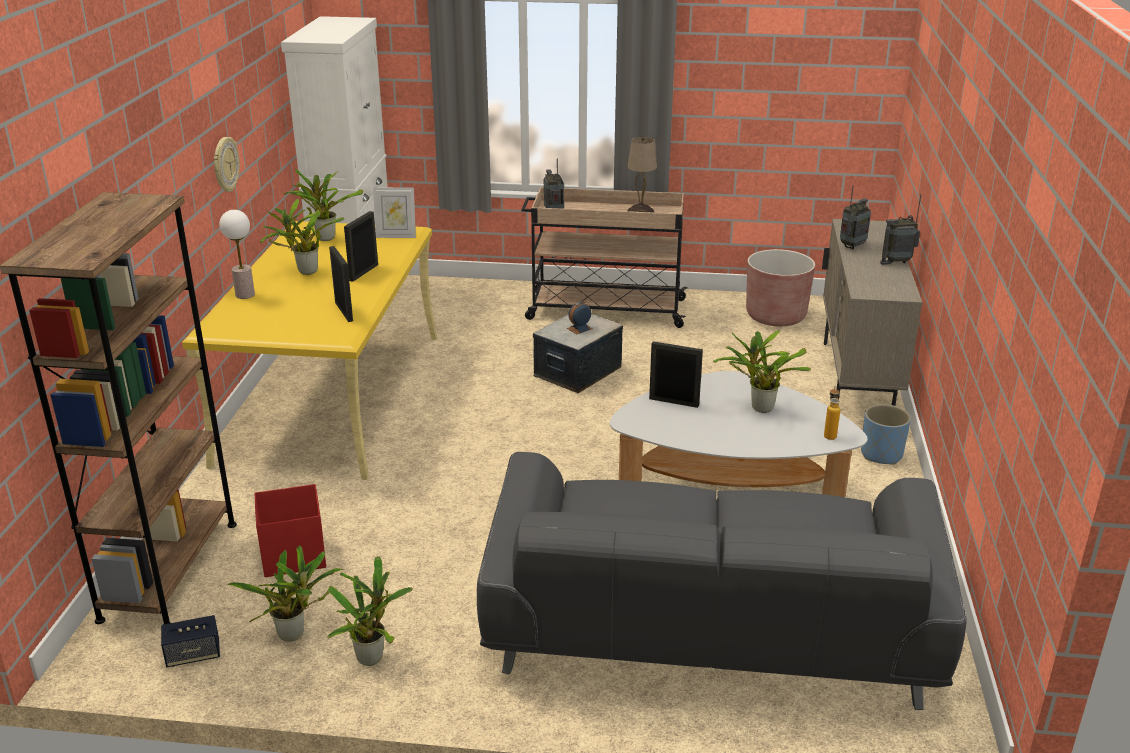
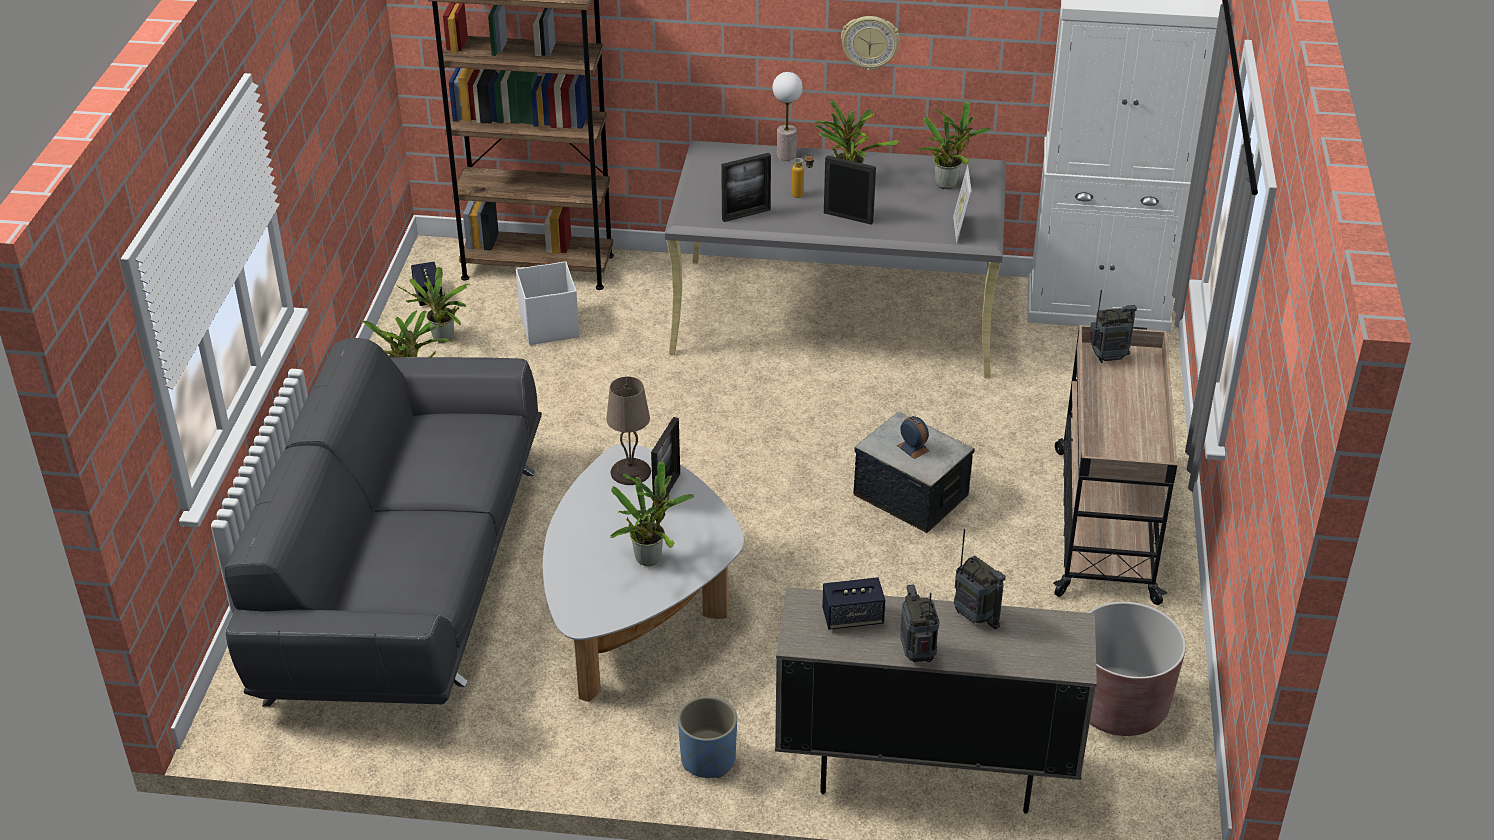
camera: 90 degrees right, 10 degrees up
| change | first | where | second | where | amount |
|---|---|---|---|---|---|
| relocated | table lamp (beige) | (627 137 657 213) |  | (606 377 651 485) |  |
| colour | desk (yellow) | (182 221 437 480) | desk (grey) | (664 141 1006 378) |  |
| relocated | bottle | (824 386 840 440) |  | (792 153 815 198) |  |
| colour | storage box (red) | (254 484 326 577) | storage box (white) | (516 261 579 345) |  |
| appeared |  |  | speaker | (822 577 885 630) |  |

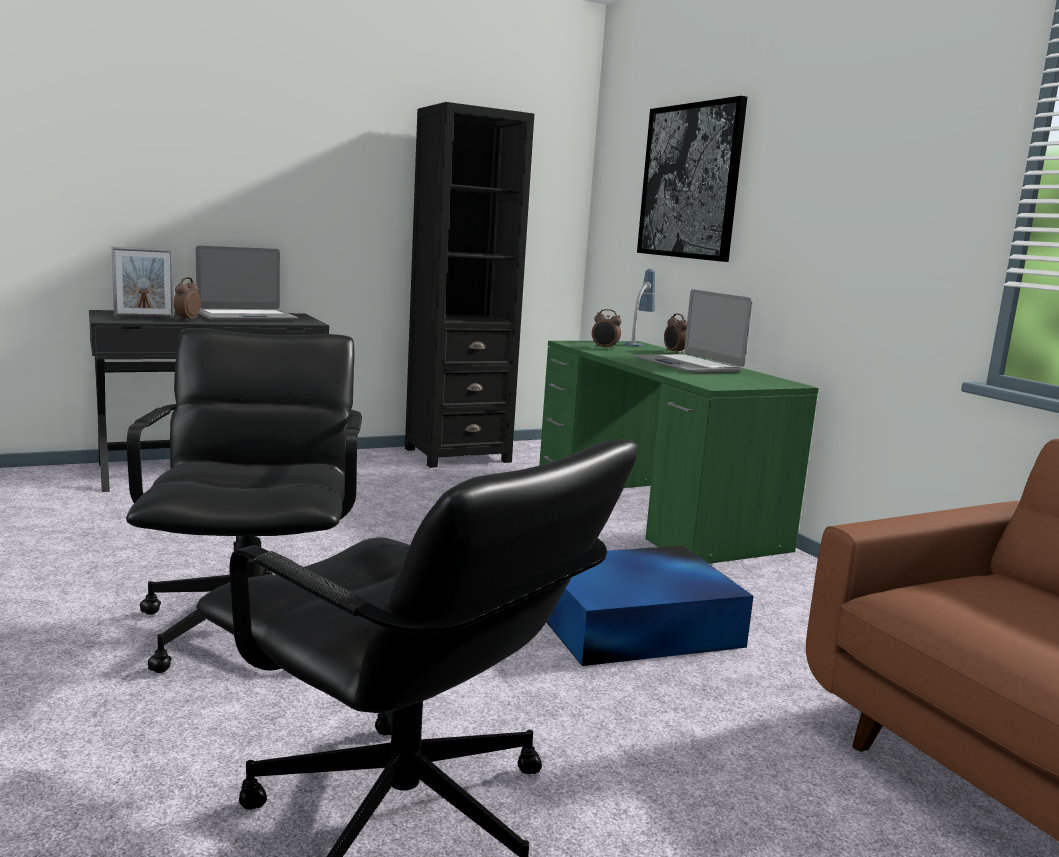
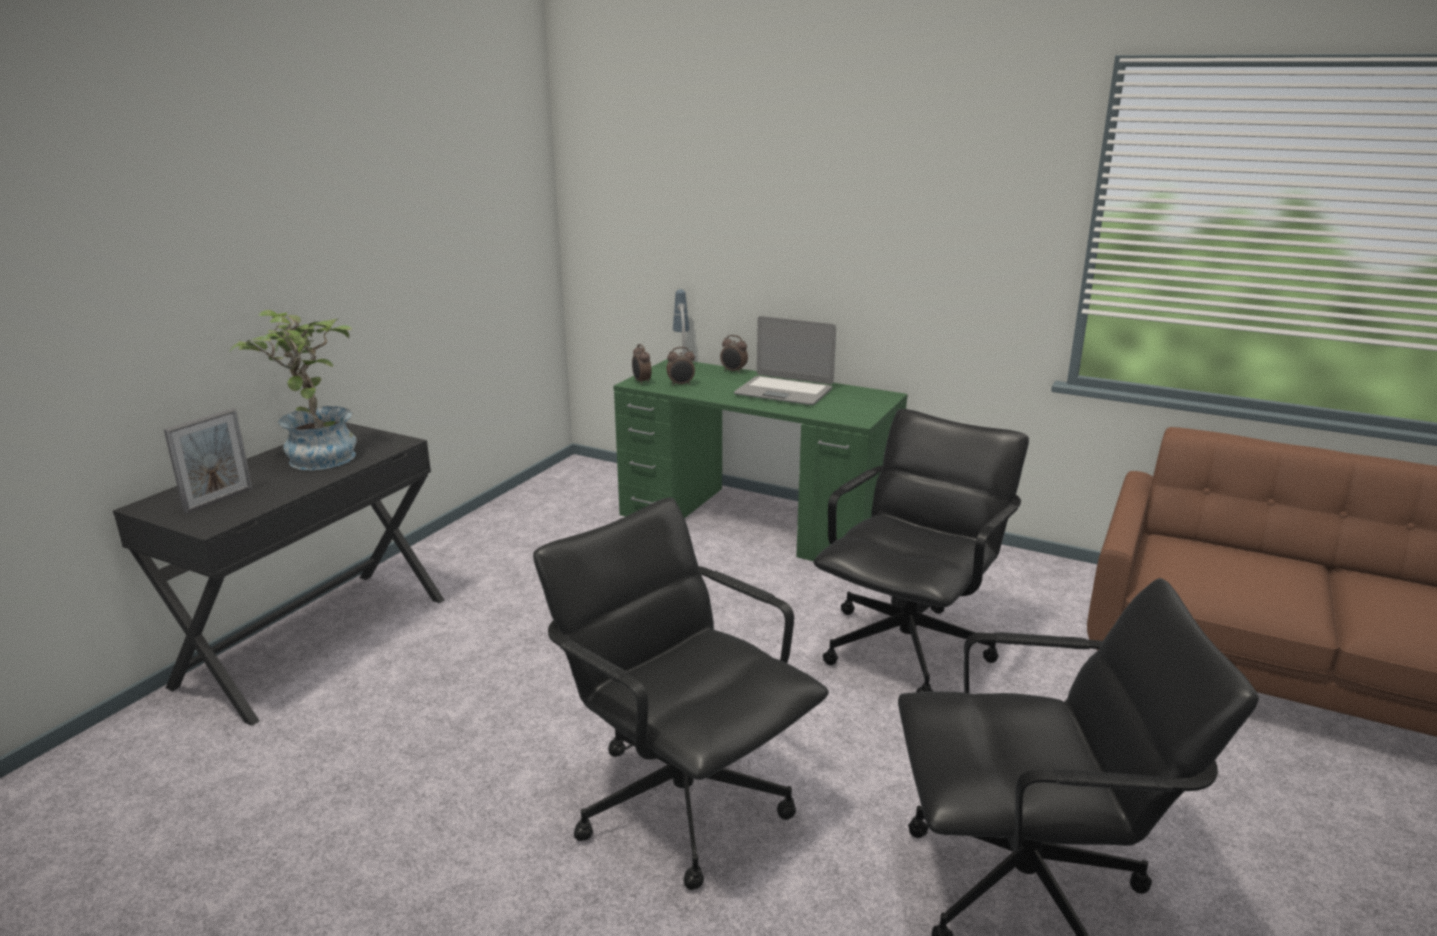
camera: 35 degrees left, 10 degrees up
| change | first | where | second | where | amount |
|---|---|---|---|---|---|
| missing | picture | (637 96 747 262) |  |  |  |
| missing | bookcase (black) | (405 102 534 468) |  |  |  |
| exchanged | laptop | (196 246 298 320) | potted plant | (229 310 357 470) |  |
| relocated | alarm clock | (174 277 201 321) |  | (632 344 652 385) |  |
| exchanged | storage box (blue) | (546 546 754 666) | office chair (black) | (813 409 1029 692) |  |

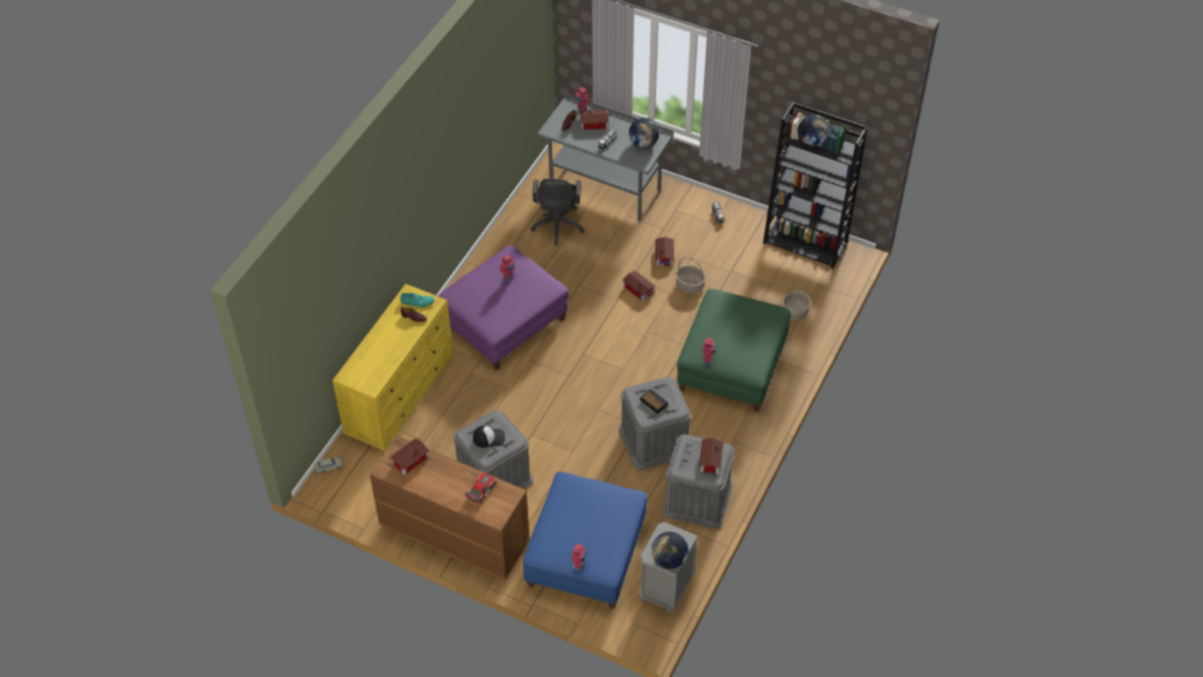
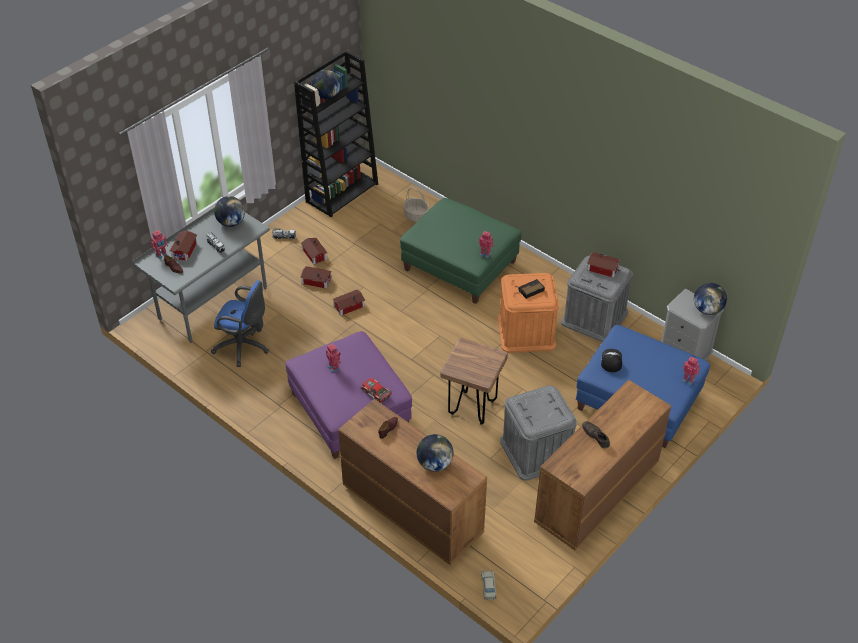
camera: 75 degrees left, 5 degrees down
| change | first | where | second | where | amount |
|---|---|---|---|---|---|
| colour | office chair (black) | (530 179 585 246) | office chair (blue) | (211 280 269 367) |  |
| missing | basket | (676 257 706 293) |  |  |  |
| colour | dresser (yellow) | (332 284 454 451) | dresser (brown) | (338 399 487 565) |  |
| missing | shoe (turquoise) | (400 293 435 307) |  |  |  |
| colour | storage box (grey) | (619 377 691 470) | storage box (orange) | (498 273 559 353) |  |
| relocated | cap | (473 426 505 448) |  | (601 349 622 372) |  |
| relocated | toy house | (390 438 429 475) |  | (301 237 327 265) |  |
| relocated | toy car | (465 473 497 503) |  | (360 378 393 403) |  |
| appeared |  |  | stool (brown) | (441 338 508 424) |  |
| appeared |  |  | shoe (brown) | (582 421 610 449) |  |
| appeared |  |  | globe | (417 434 454 472) |  |

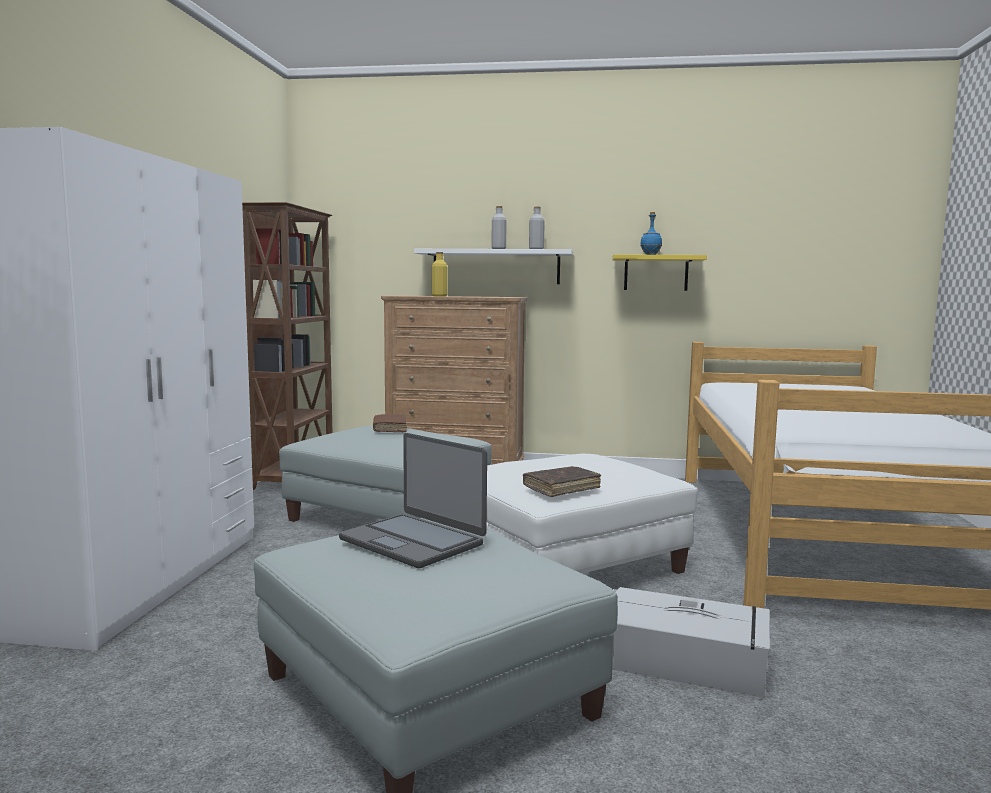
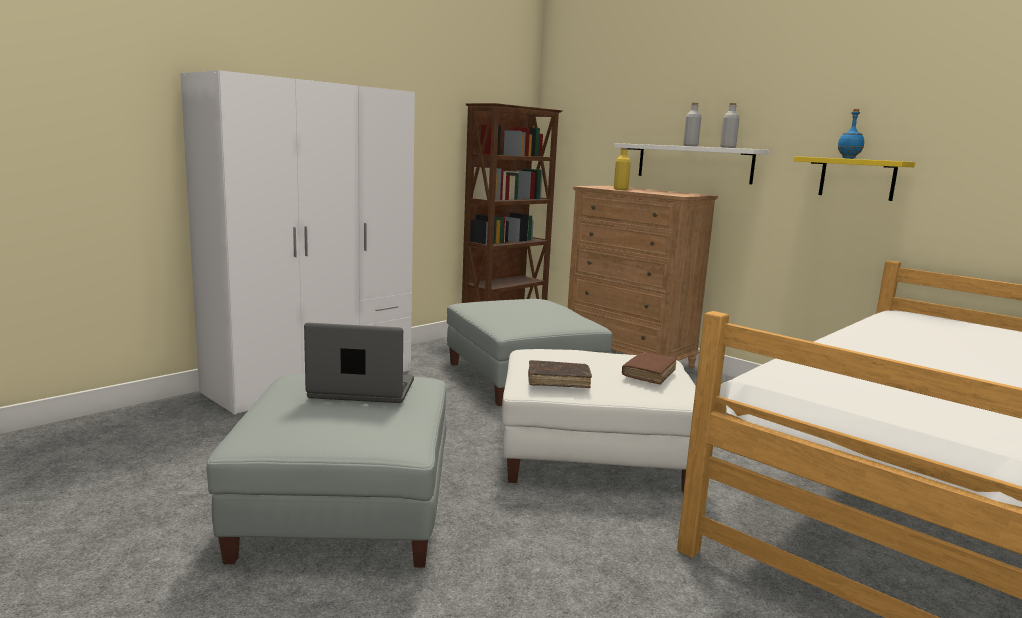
camera: 35 degrees right, 5 degrees up
| change | first | where | second | where | amount |
|---|---|---|---|---|---|
| relocated | book (brown) | (373 414 407 432) |  | (622 353 677 384) |  |
| spun | laptop | (339 433 487 568) |  | (304 323 414 403) | 105 degrees clockwise |
| missing | storage box (grey) | (612 587 770 698) |  |  |  |

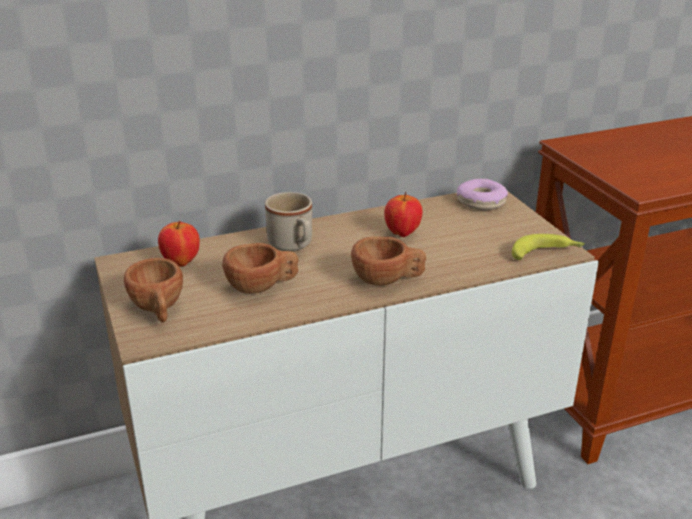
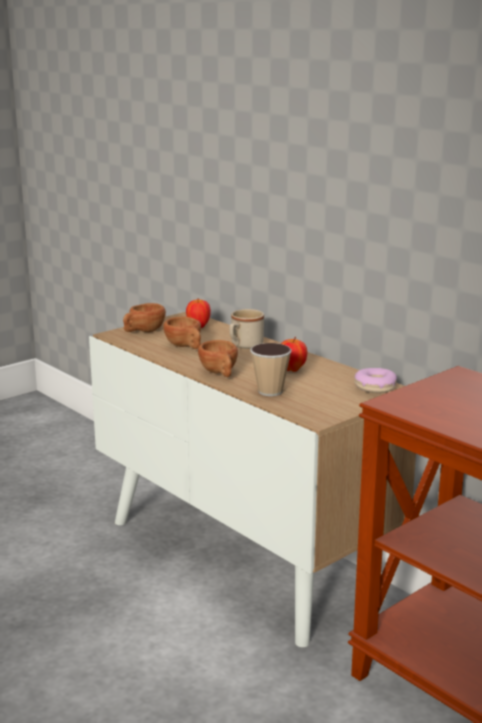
camera: 70 degrees right, 10 degrees down
| change | first | where | second | where | amount |
|---|---|---|---|---|---|
| missing | banana | (512 234 585 260) |  |  |  |
| appeared |  |  | cup | (250 343 292 396) |  |

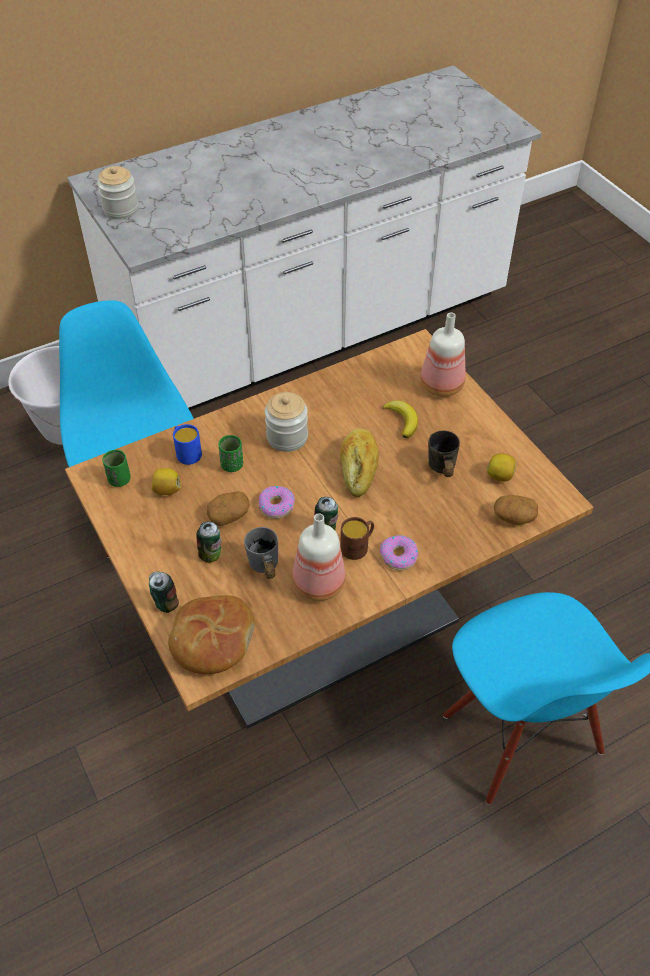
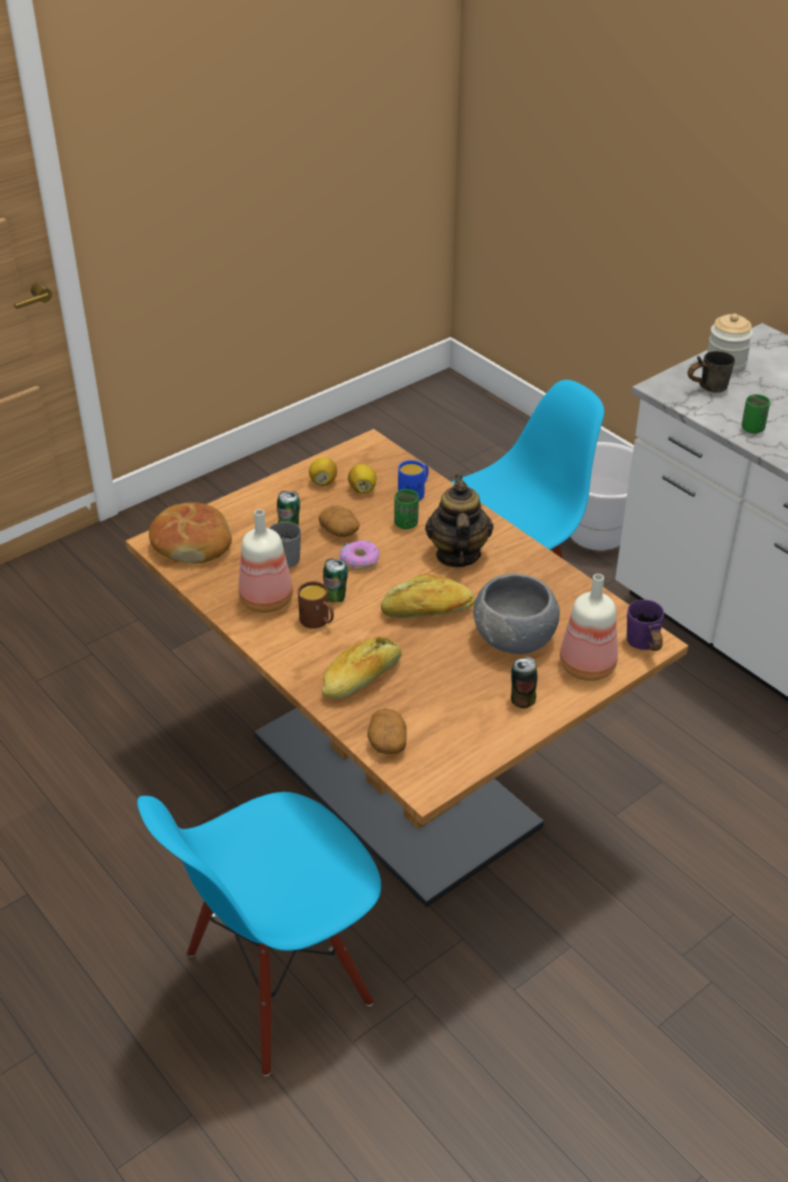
camera: 80 degrees right, 10 degrees down
| change | first | where | second | where | amount |
|---|---|---|---|---|---|
| exchanged | jar | (265 392 308 452) | teapot | (425 475 494 568) |  |
| exchanged | banana | (382 400 418 438) | bowl (grey) | (473 574 560 654) |  |
| relocated | mug (grey) | (428 431 460 477) |  | (688 351 735 393) |  |
| relocated | cup (green) | (102 450 131 487) |  | (742 394 770 434) |  |
| relocated | lemon | (487 453 516 481) |  | (309 457 337 486) |  |
| missing | donut | (380 535 418 570) |  |  |  |
| relocated | can | (149 572 179 613) |  | (511 657 537 708) |  |
| appeared |  |  | mug (purple) | (627 600 664 651) |  |
| appeared |  |  | bread | (322 637 402 699) |  |

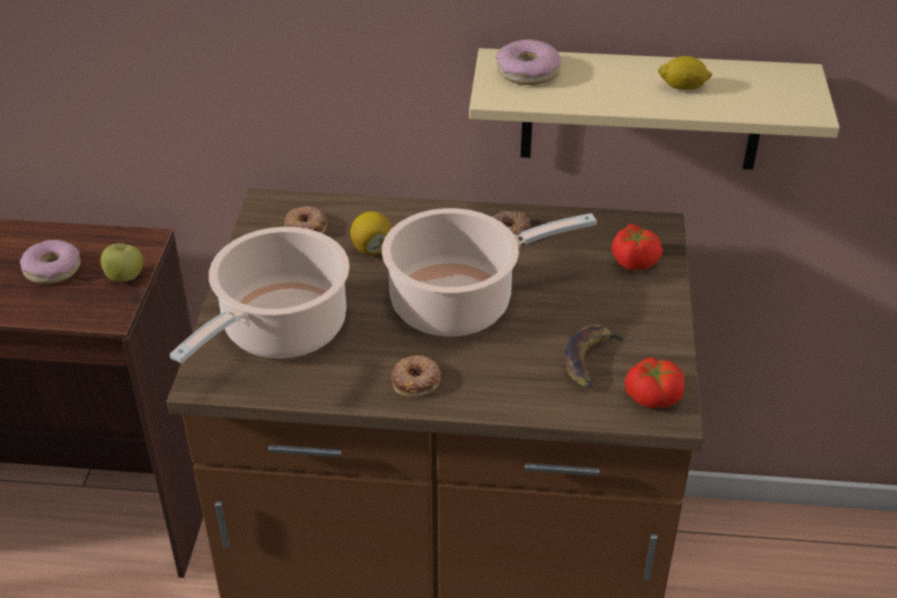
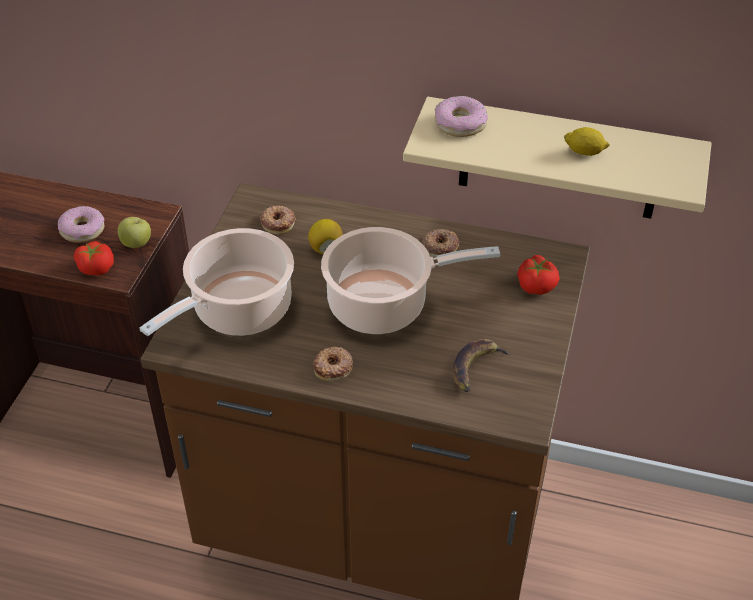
camera: 10 degrees right, 5 degrees up
| change | first | where | second | where | amount |
|---|---|---|---|---|---|
| relocated | tomato | (625 357 684 408) |  | (74 241 114 276) |  |

